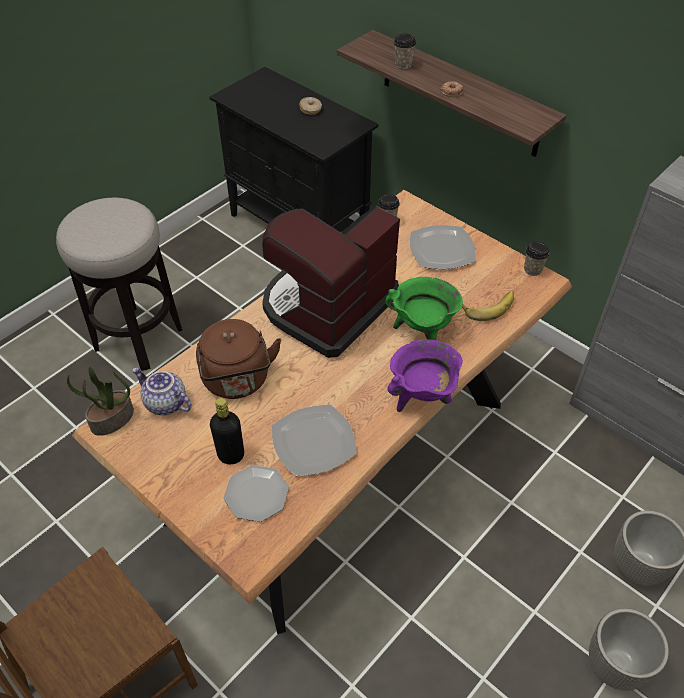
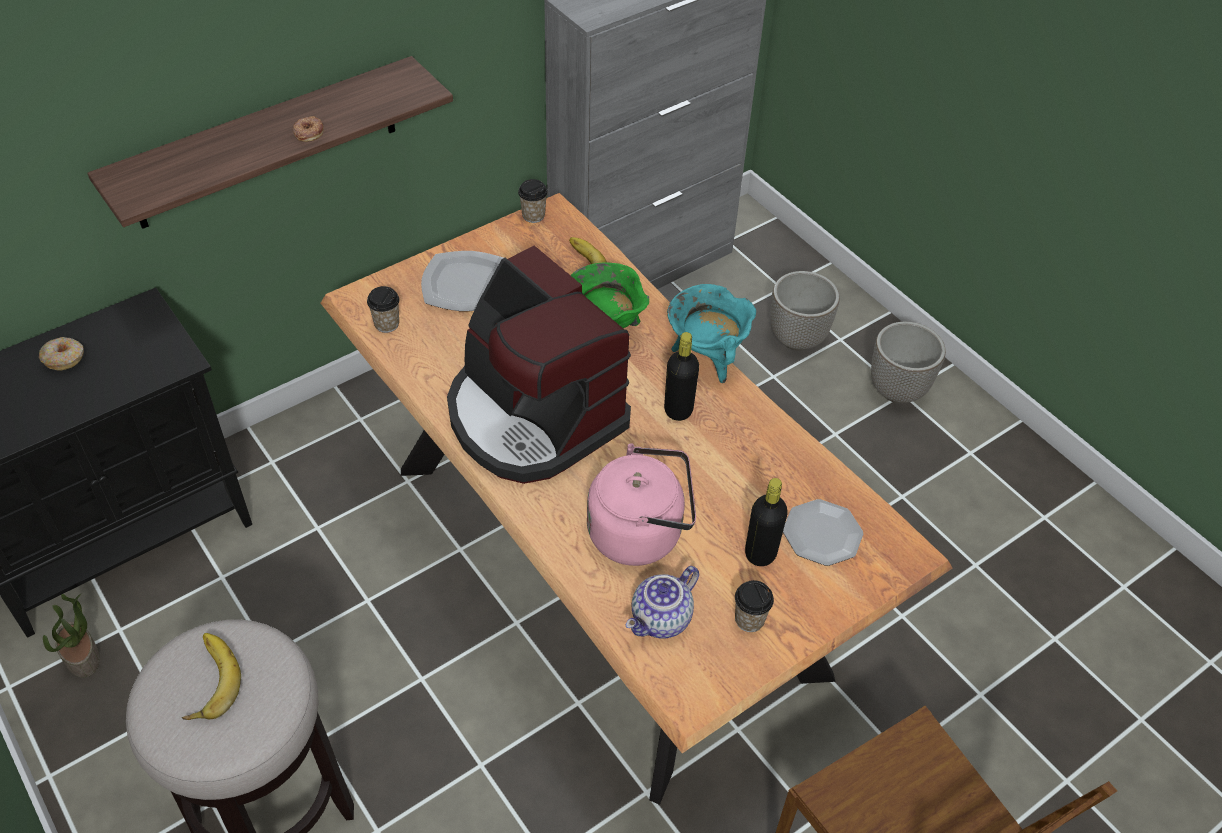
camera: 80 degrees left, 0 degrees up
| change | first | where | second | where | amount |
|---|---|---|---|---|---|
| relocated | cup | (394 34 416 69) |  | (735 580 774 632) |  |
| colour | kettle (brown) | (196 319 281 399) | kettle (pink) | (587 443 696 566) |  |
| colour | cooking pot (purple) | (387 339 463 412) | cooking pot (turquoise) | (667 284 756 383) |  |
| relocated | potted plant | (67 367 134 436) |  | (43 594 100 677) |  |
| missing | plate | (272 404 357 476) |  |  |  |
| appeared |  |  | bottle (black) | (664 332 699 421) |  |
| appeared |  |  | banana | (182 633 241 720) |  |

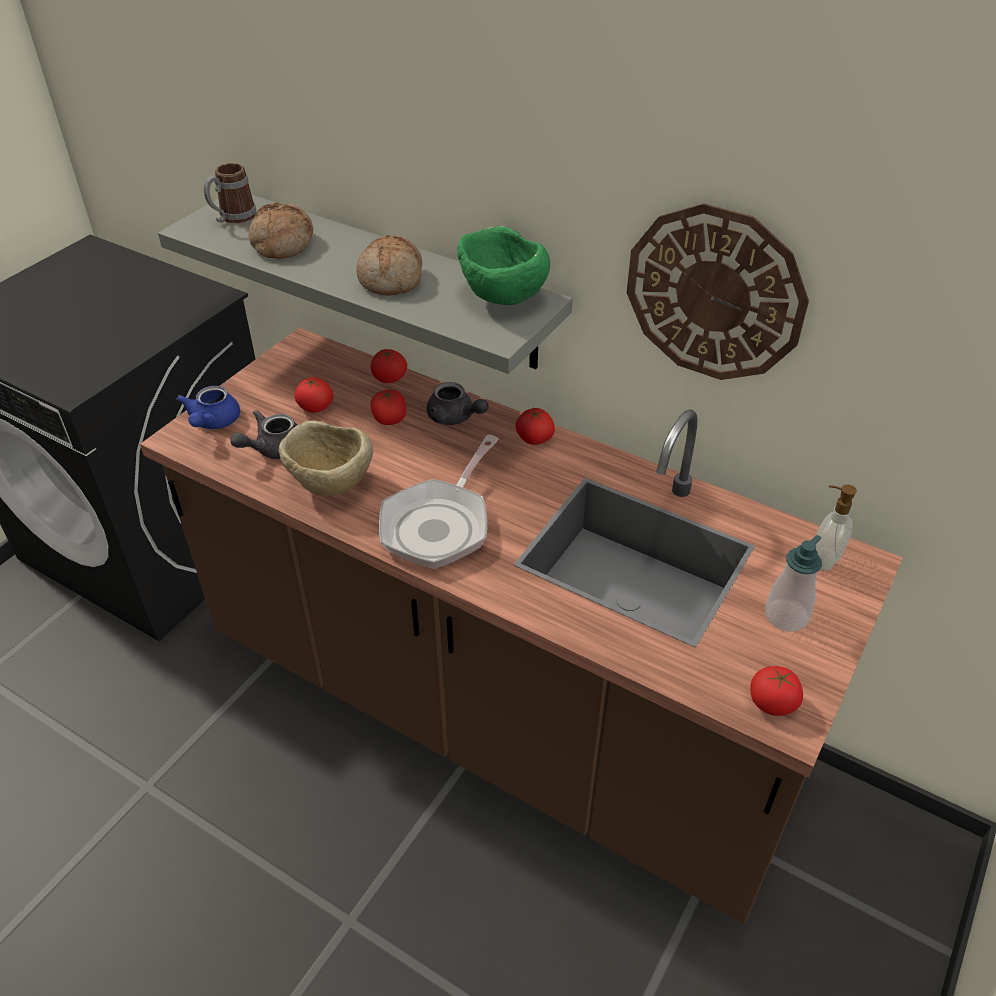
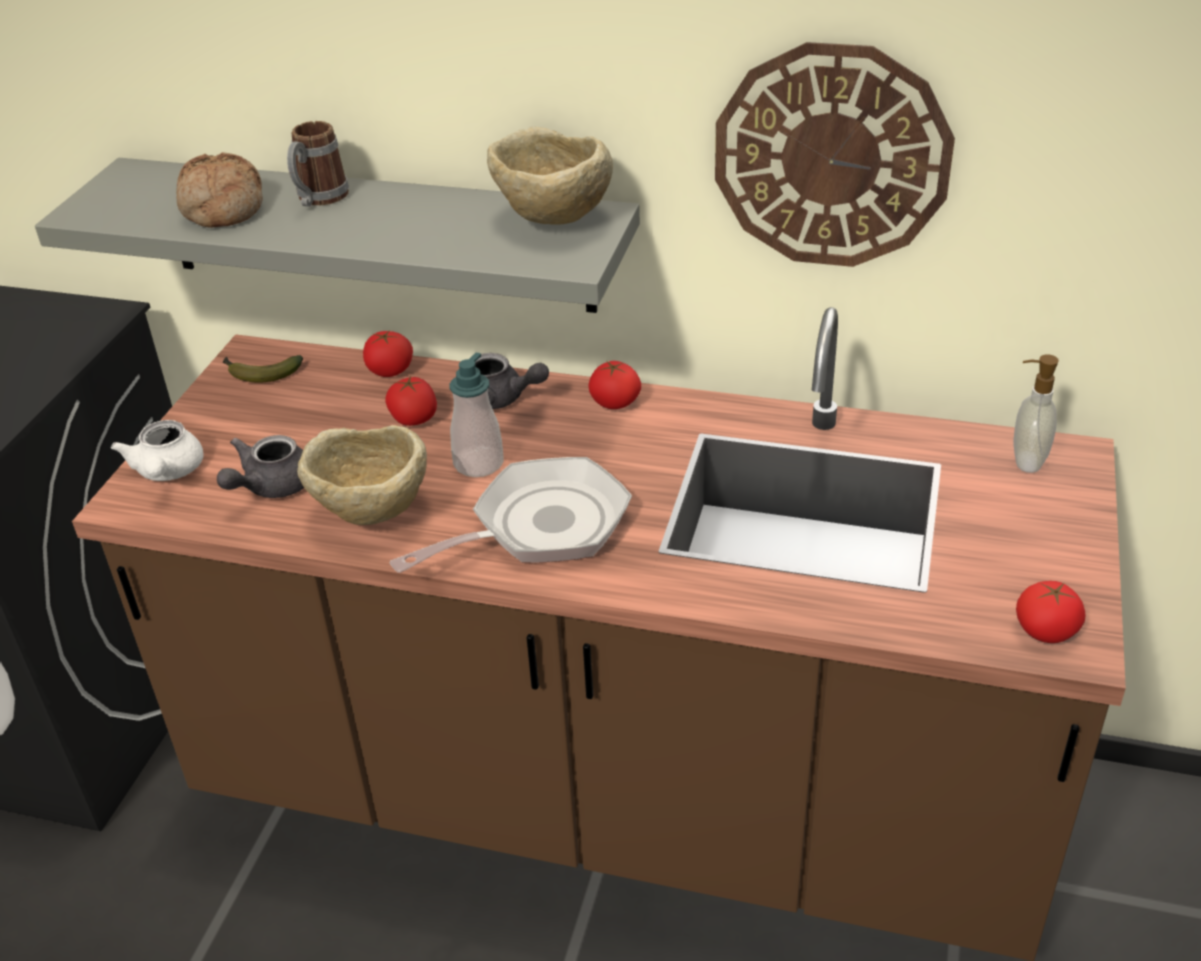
camera: 15 degrees left, 5 degrees down
| change | first | where | second | where | amount |
|---|---|---|---|---|---|
| relocated | mug | (204 163 256 223) |  | (287 121 349 207) |  |
| colour | bowl (green) | (457 226 550 305) | bowl (beige) | (487 127 613 224) |  |
| missing | bread | (357 235 422 295) |  |  |  |
| missing | tomato | (295 377 333 413) |  |  |  |
| colour | teapot (blue) | (176 386 240 429) | teapot (white) | (111 420 203 481) |  |
| spun | frying pan | (379 435 499 569) |  | (390 457 632 573) | 135 degrees counterclockwise |
| relocated | soap dispenser | (765 535 822 632) |  | (450 353 504 477) |  |
| appeared |  |  | banana | (223 355 303 382) |  |

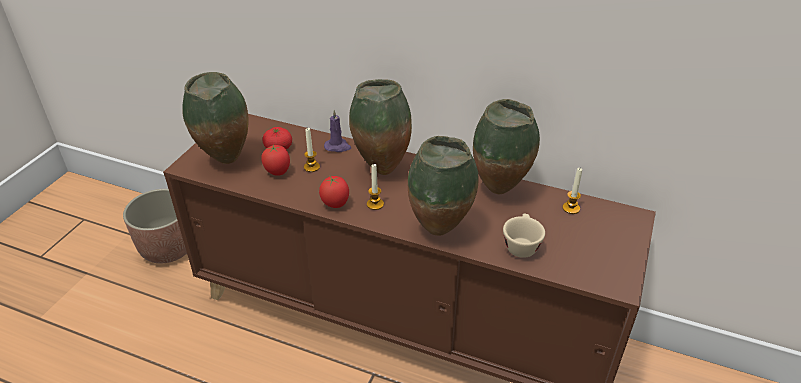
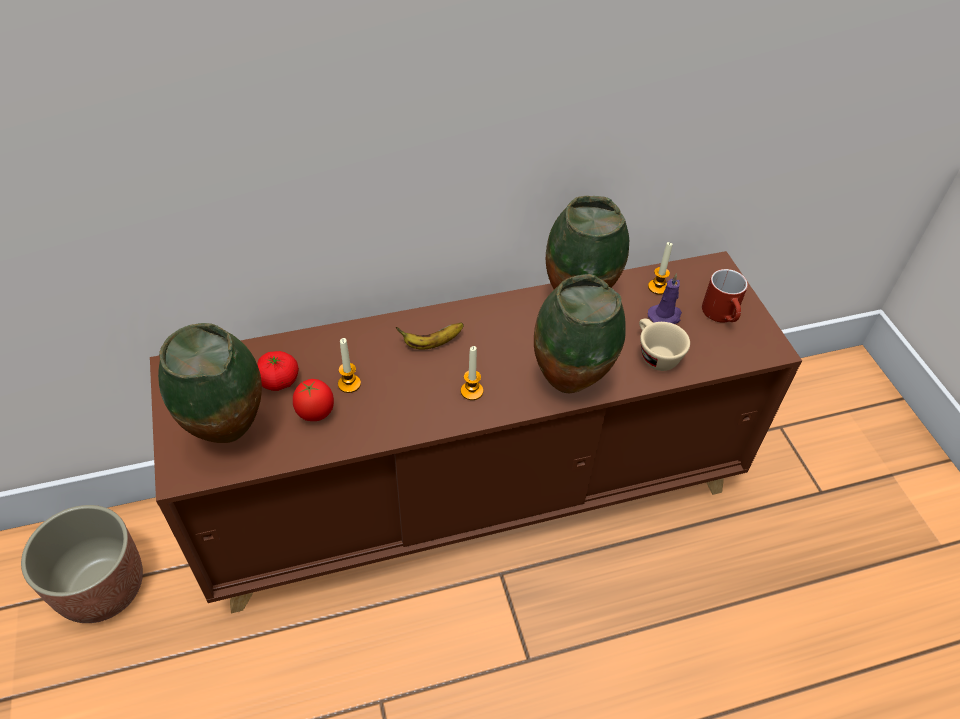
camera: 40 degrees left, 10 degrees up
| change | first | where | second | where | amount |
|---|---|---|---|---|---|
| exchanged | vase | (349 79 412 175) | banana | (395 322 464 350) |  |
| relocated | candle (purple) | (324 110 351 152) |  | (648 273 682 324) |  |
| missing | tomato | (319 176 349 208) |  |  |  |
| appeared |  |  | mug (red) | (702 269 748 323) |  |

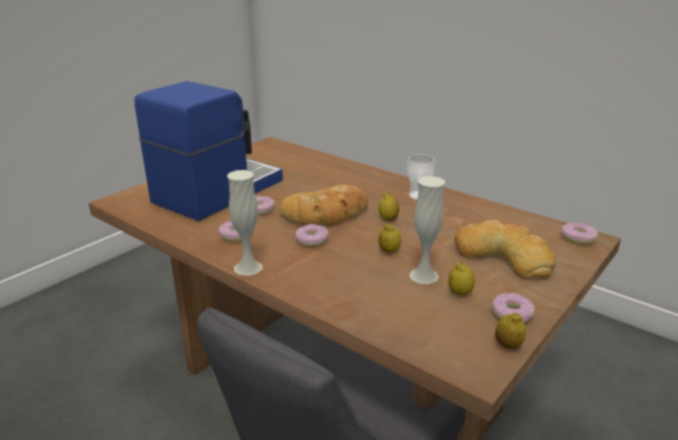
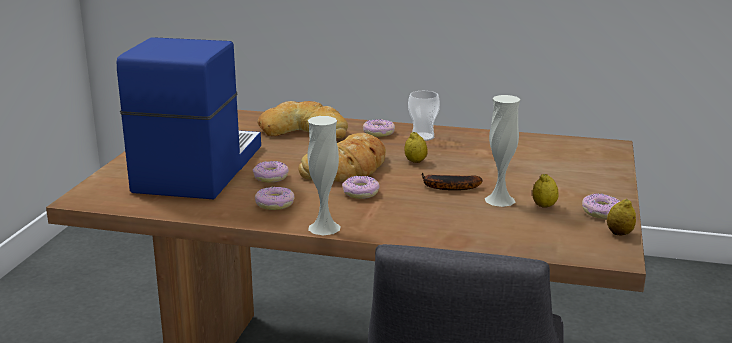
camera: 25 degrees left, 5 degrees down
| change | first | where | second | where | amount |
|---|---|---|---|---|---|
| relocated | bread | (455 220 556 278) |  | (257 101 348 138) |  |
| relocated | donut | (562 222 598 244) |  | (363 119 395 137) |  |
| exchanged | lemon | (378 224 401 253) | banana | (422 173 483 190) |  |

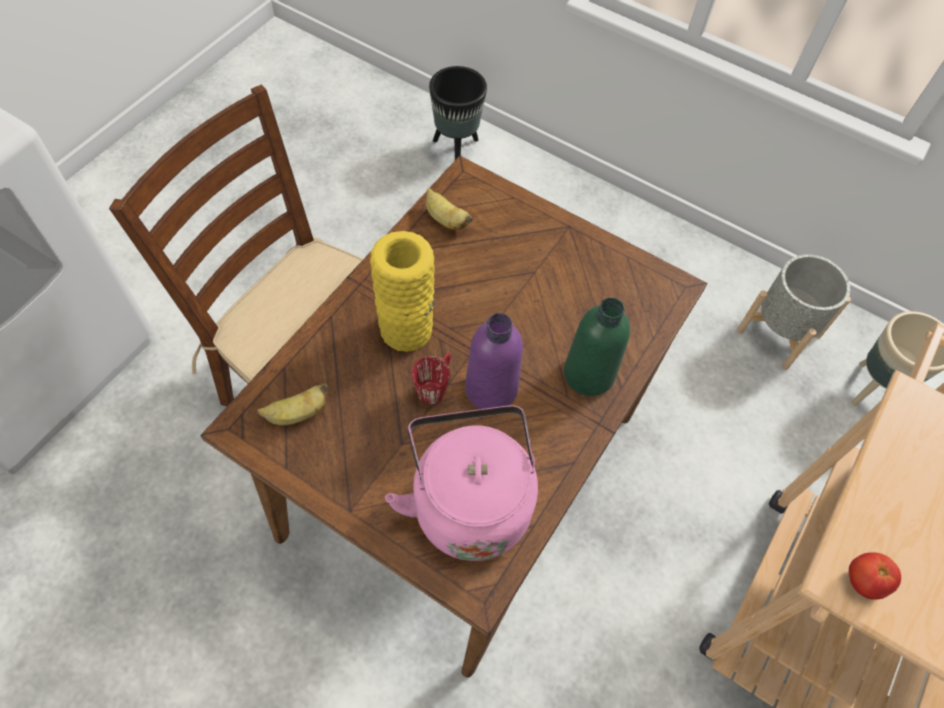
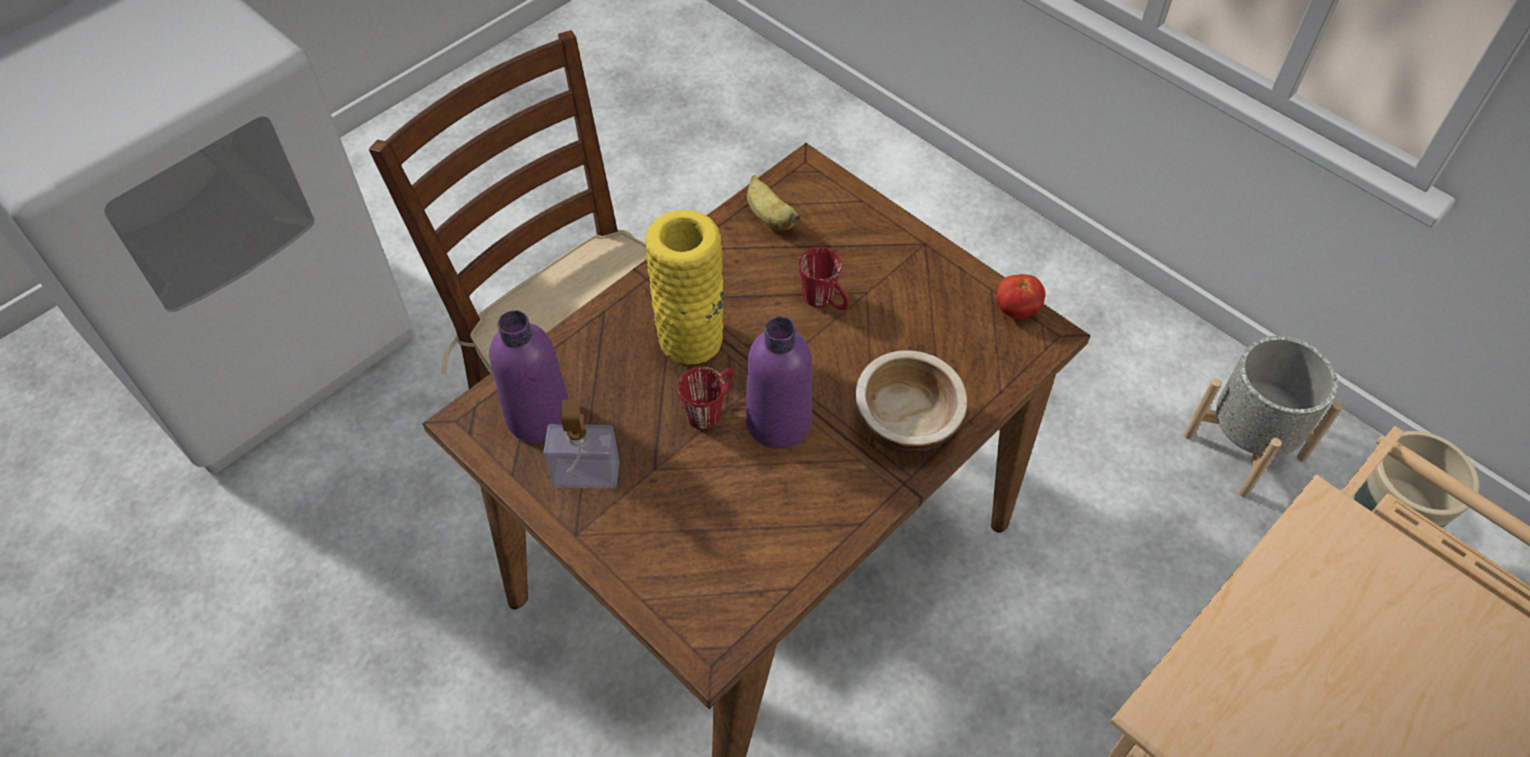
camera: 15 degrees right, 5 degrees down
| change | first | where | second | where | amount |
|---|---|---|---|---|---|
| missing | planter (black) | (429 66 487 160) |  |  |  |
| exchanged | bottle (green) | (564 297 630 396) | bowl | (855 350 968 453) |  |
| exchanged | banana | (257 383 328 425) | bottle (purple) | (490 310 569 443) |  |
| missing | kettle (pink) | (385 405 538 561) |  |  |  |
| relocated | tomato | (849 552 901 600) |  | (997 274 1045 319) |  |
| appeared |  |  | mug (red) | (798 247 849 310) |  |
| appeared |  |  | soap dispenser | (544 399 619 489) |  |

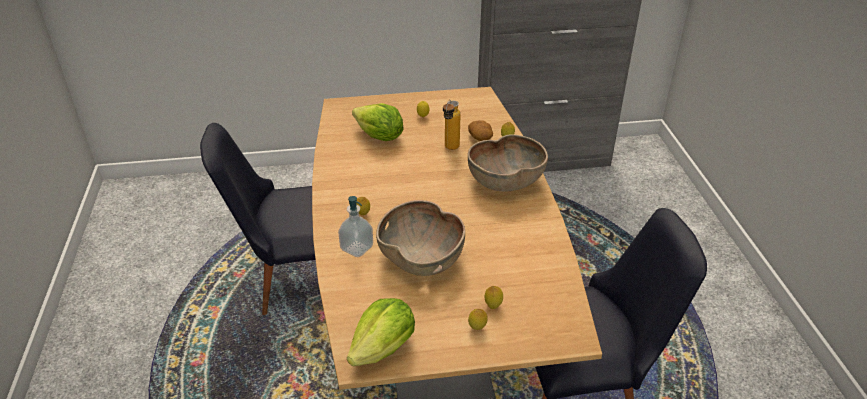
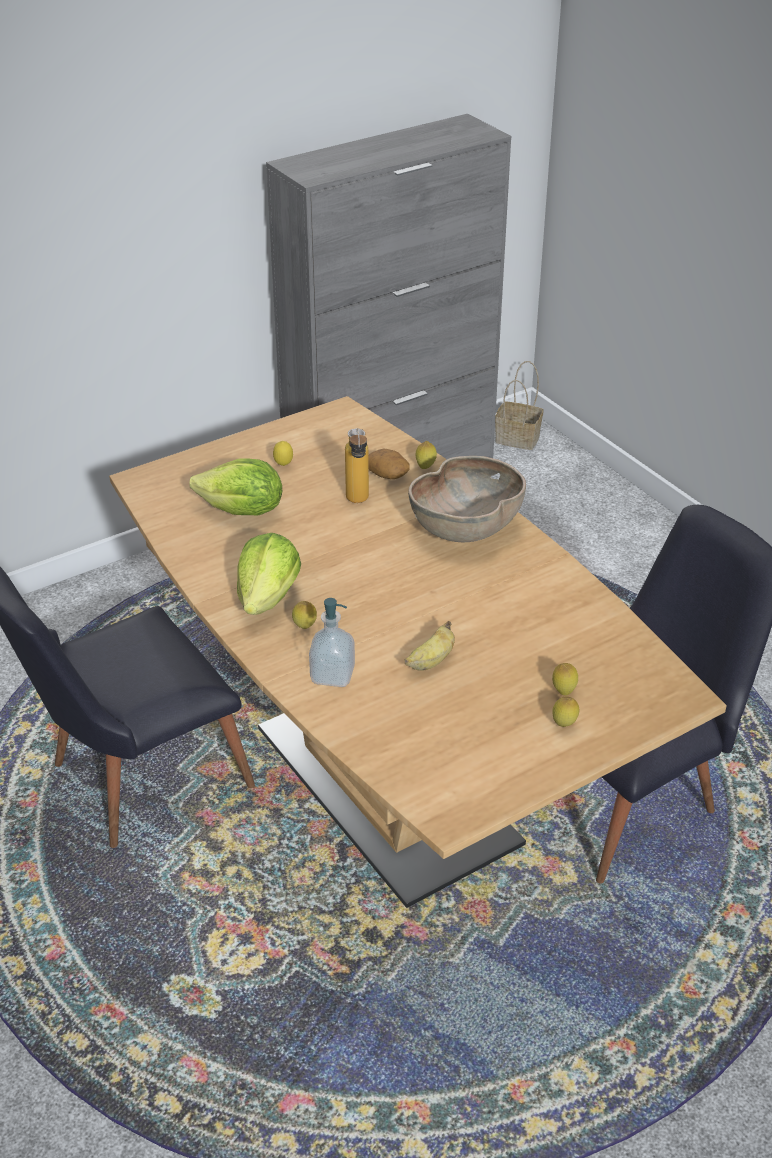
camera: 25 degrees left, 0 degrees up
| change | first | where | second | where | amount |
|---|---|---|---|---|---|
| exchanged | bowl (brown) | (376 200 465 276) | banana | (405 621 455 671) |  |
| relocated | lettuce | (347 298 415 366) |  | (237 533 301 615) |  |
| appeared |  |  | basket | (495 361 543 450) |  |

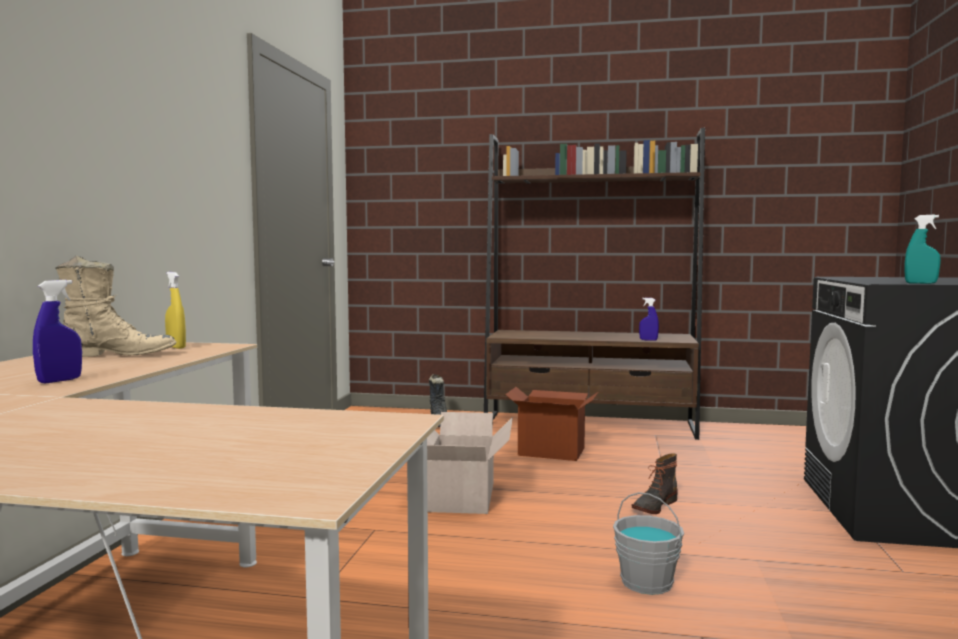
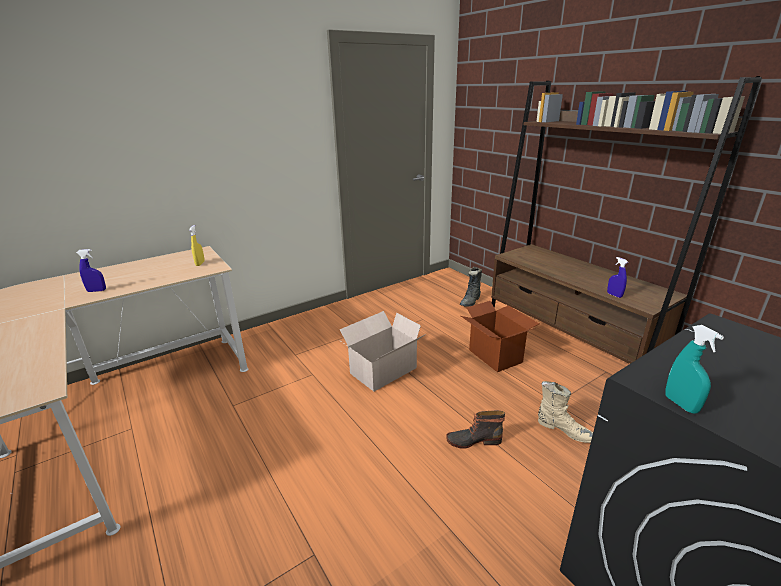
camera: 45 degrees right, 20 degrees up
| change | first | where | second | where | amount |
|---|---|---|---|---|---|
| relocated | boot (beige) | (56 256 176 357) |  | (538 381 593 443) |  |
| missing | bucket (grey) | (613 492 684 595) |  |  |  |

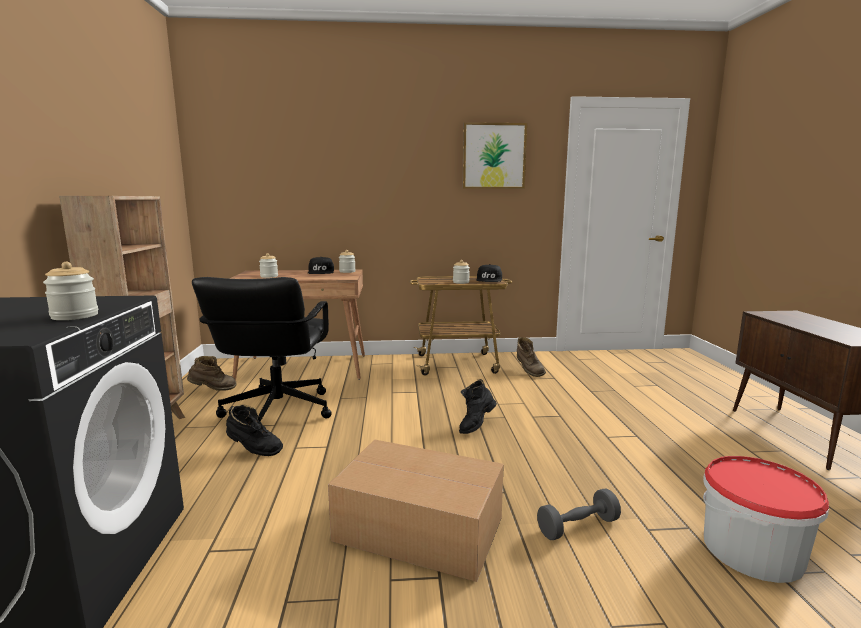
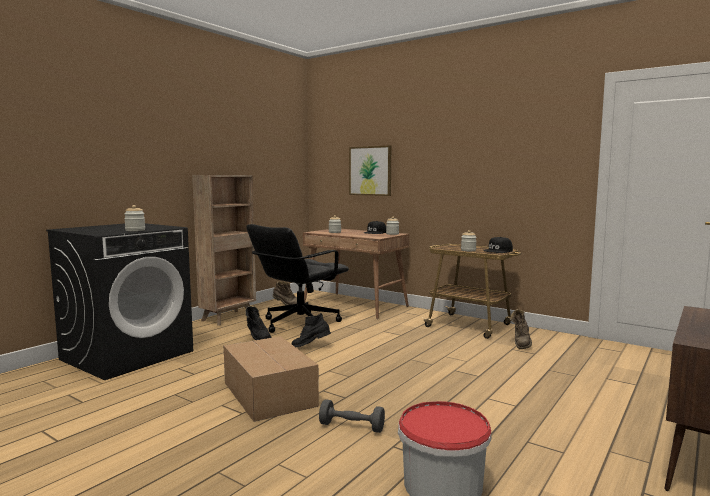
camera: 40 degrees right, 5 degrees down
| change | first | where | second | where | amount |
|---|---|---|---|---|---|
| relocated | picture | (462 122 527 189) |  | (349 145 391 196) |  |
| relocated | boot (black) | (459 379 497 434) |  | (292 313 331 347) |  |

